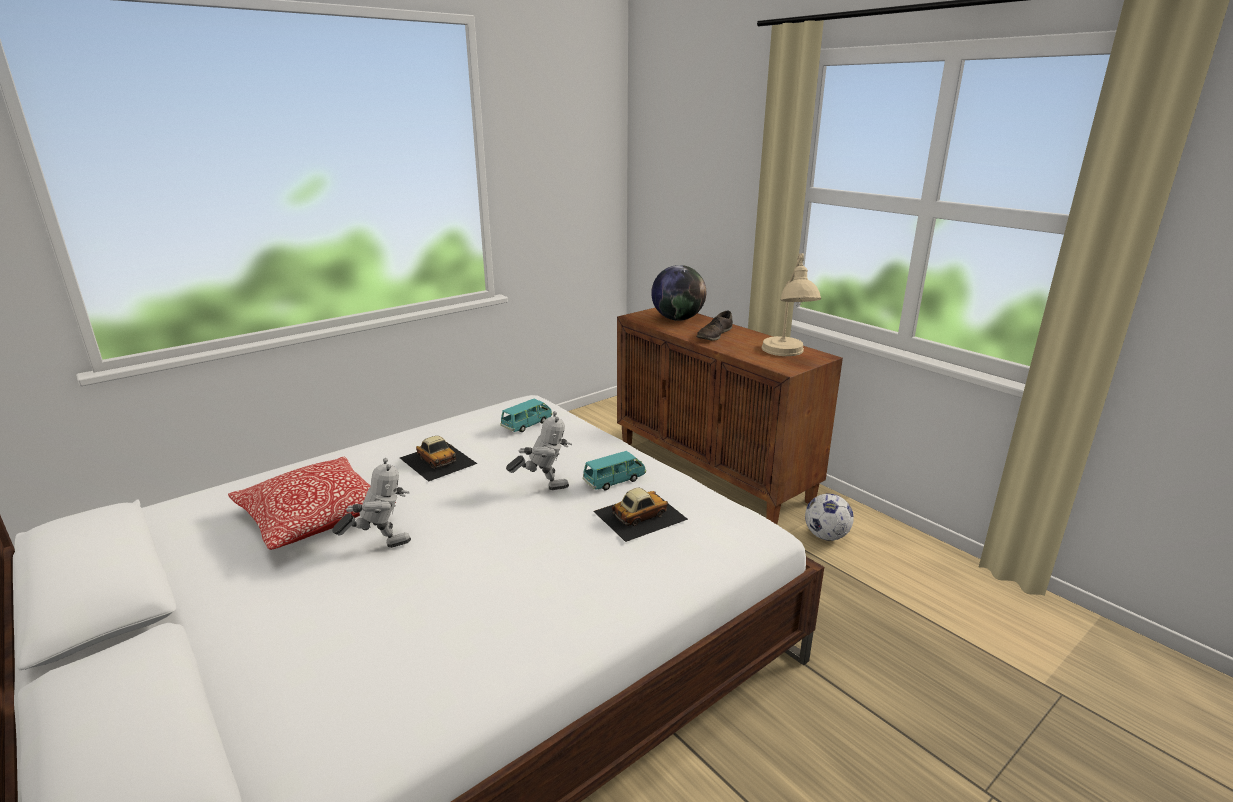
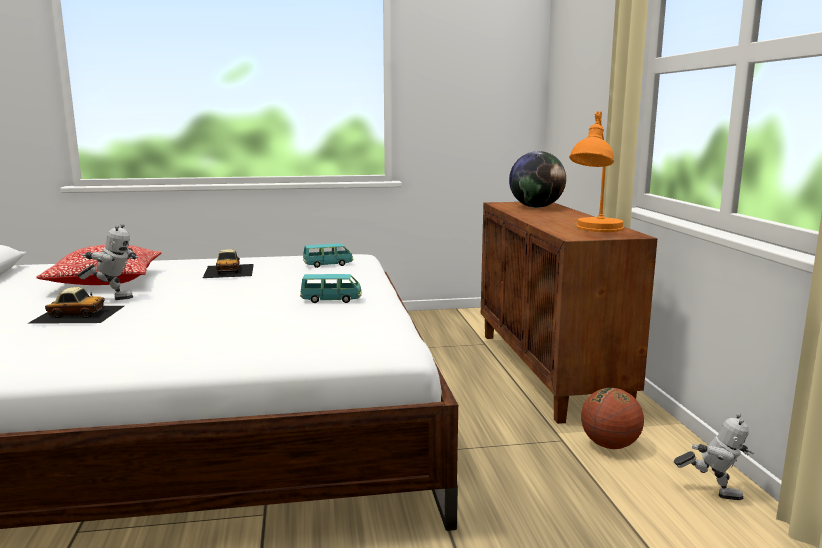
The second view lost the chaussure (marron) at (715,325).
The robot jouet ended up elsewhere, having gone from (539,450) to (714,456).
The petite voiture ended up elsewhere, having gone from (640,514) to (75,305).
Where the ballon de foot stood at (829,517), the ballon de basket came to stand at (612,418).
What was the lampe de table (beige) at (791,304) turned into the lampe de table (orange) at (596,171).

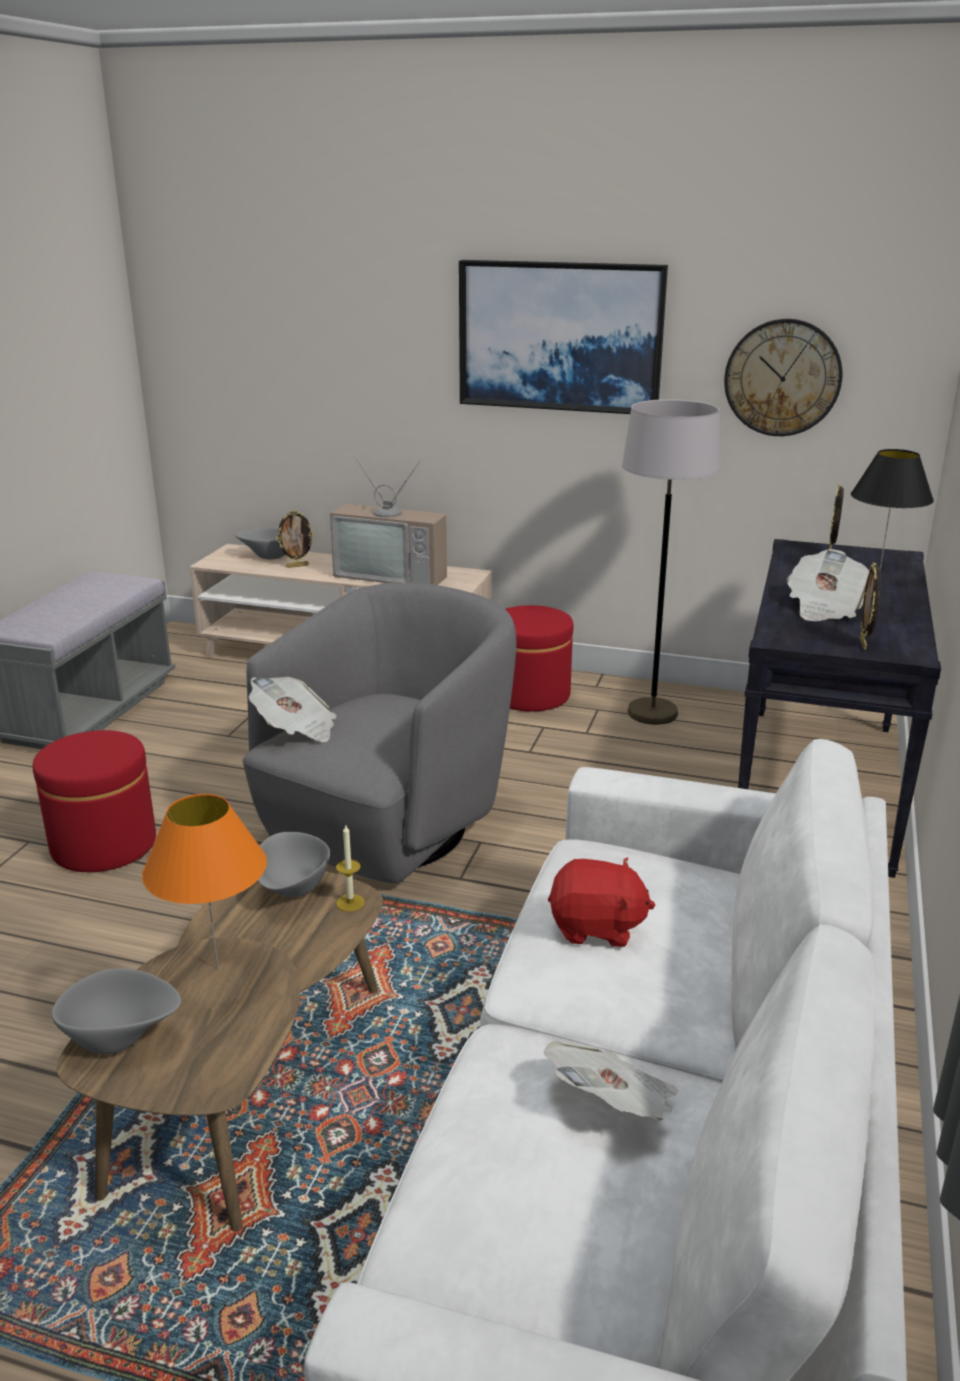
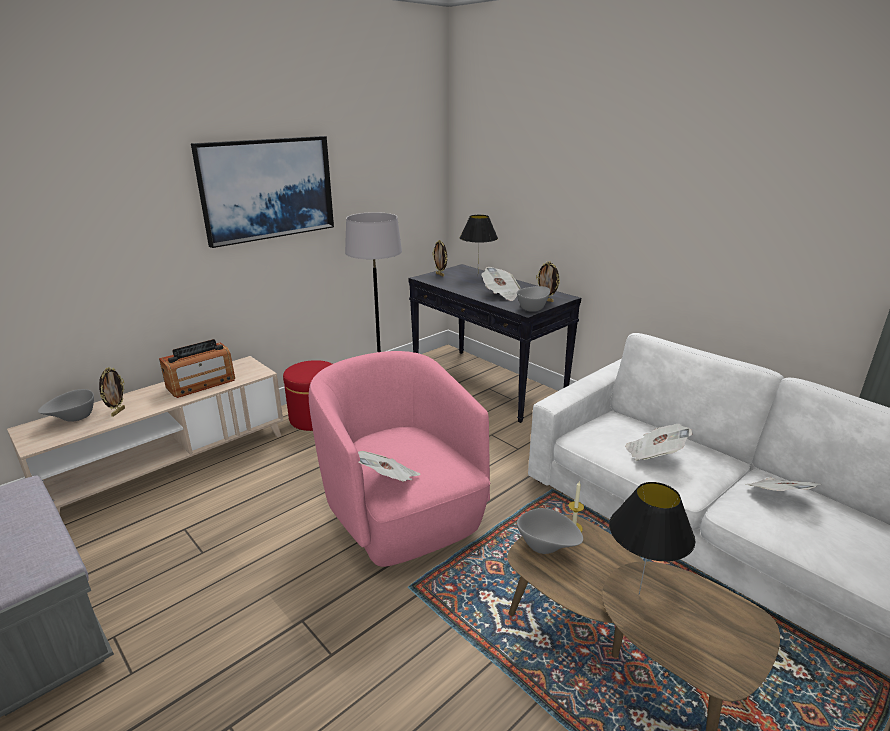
The second view lost the pouf (rouge) at (94,801).
The second view lost the horloge murale at (783,377).
The bol (gris) ended up elsewhere, having gone from (116,1011) to (533,299).
Where the téléviseur stood at (388,520), the radio came to stand at (197,368).
Where the peluche (rouge) stood at (601,902), the journal came to stand at (658,442).
What was the lampe de table (orange) at (204,882) turned into the lampe de table (noir) at (652,538).
What was the fauteuil (gris) at (379,733) turned into the fauteuil (rose) at (399,459).

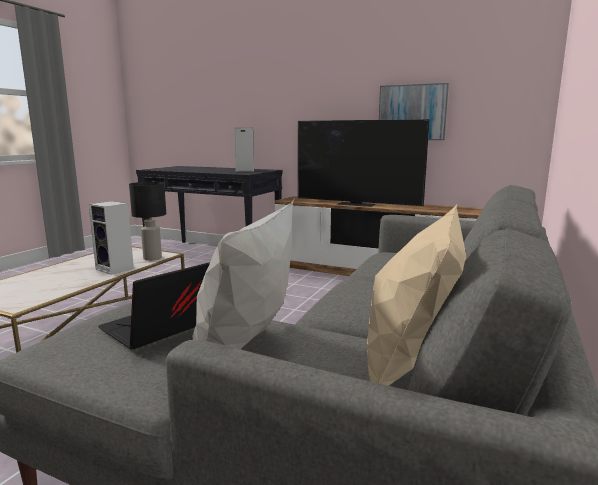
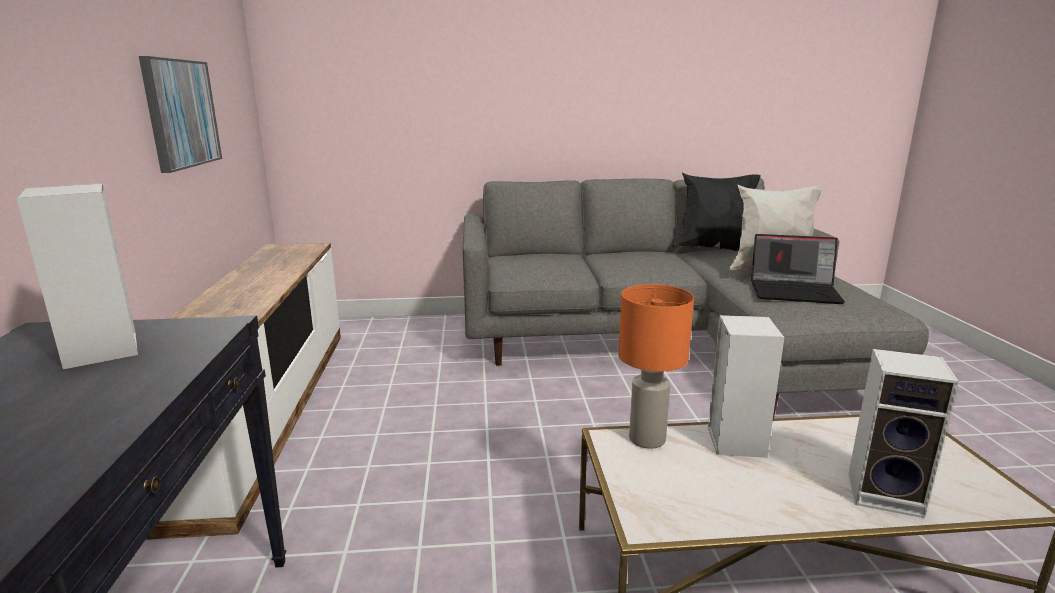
The second view lost the téléviseur at (363,163).
The second view gained the enceinte at (903,433).
What was the lampe de table (noir) at (147,221) turned into the lampe de table (orange) at (656,366).
What was the coussin (beige) at (416,294) turned into the coussin (noir) at (716,212).

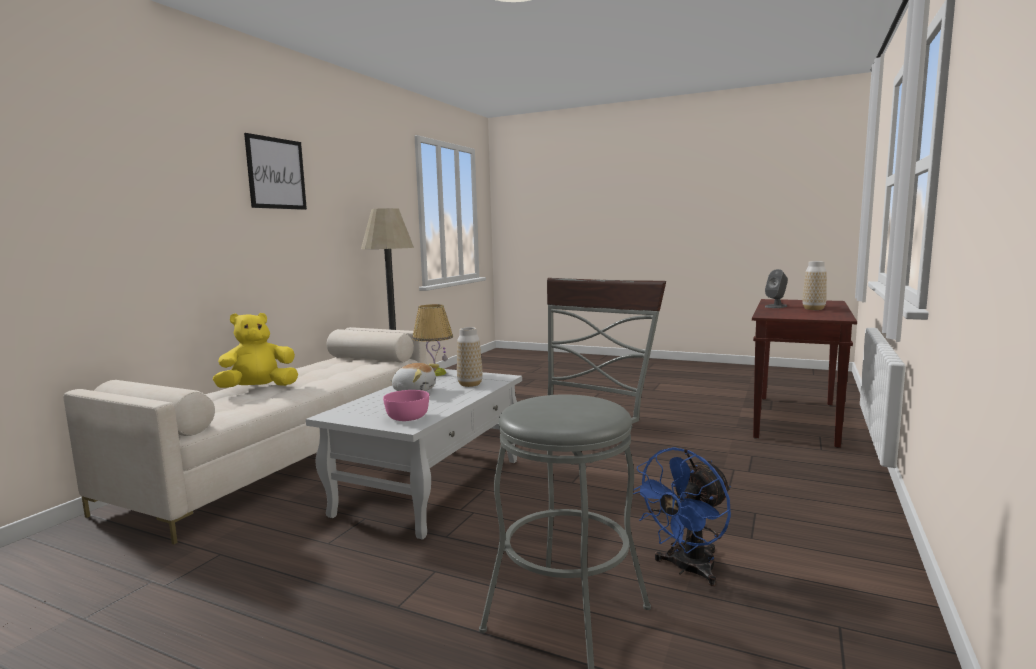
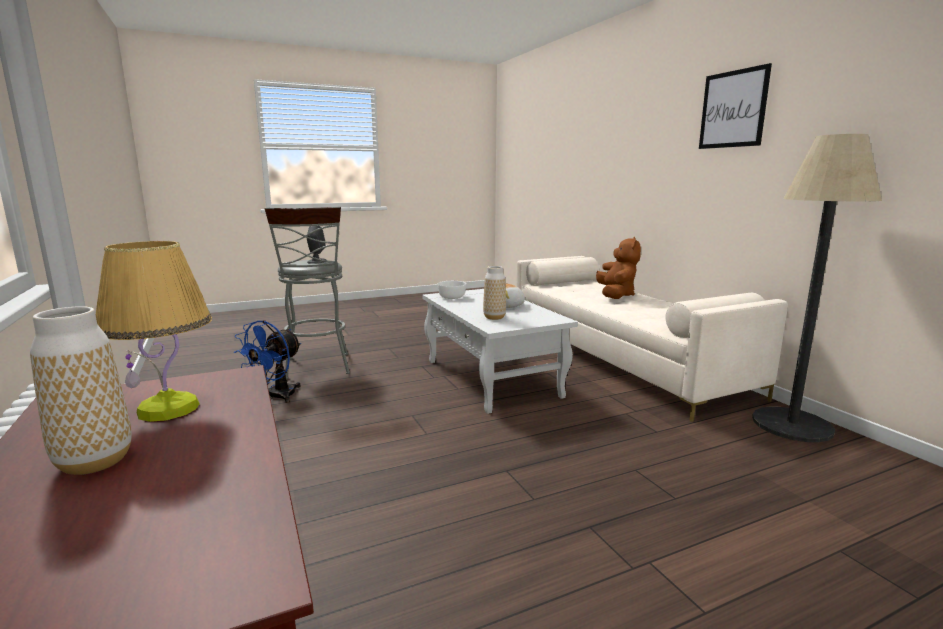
The lampe de table ended up elsewhere, having gone from (432,340) to (154,331).
The enceinte (gris) ended up elsewhere, having gone from (776,288) to (316,245).
What was the peluche (jaune) at (255,350) turned into the peluche (marron) at (618,268).
What was the bol (rose) at (406,405) turned into the bol (blanc) at (452,290).
The ventilateur (bleu) at (682,516) ended up facing another way, 150 degrees counterclockwise from before.

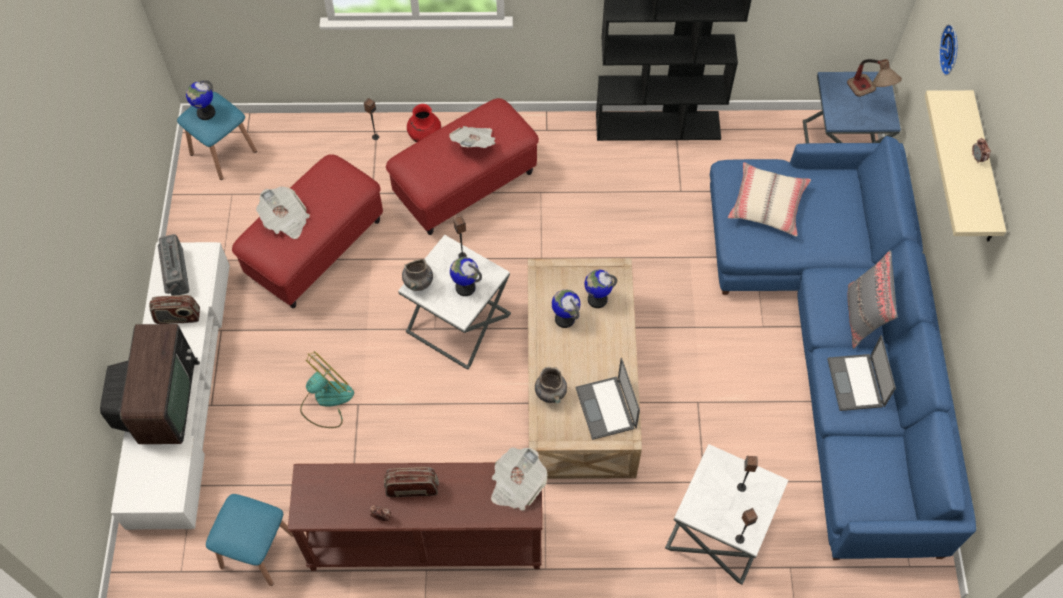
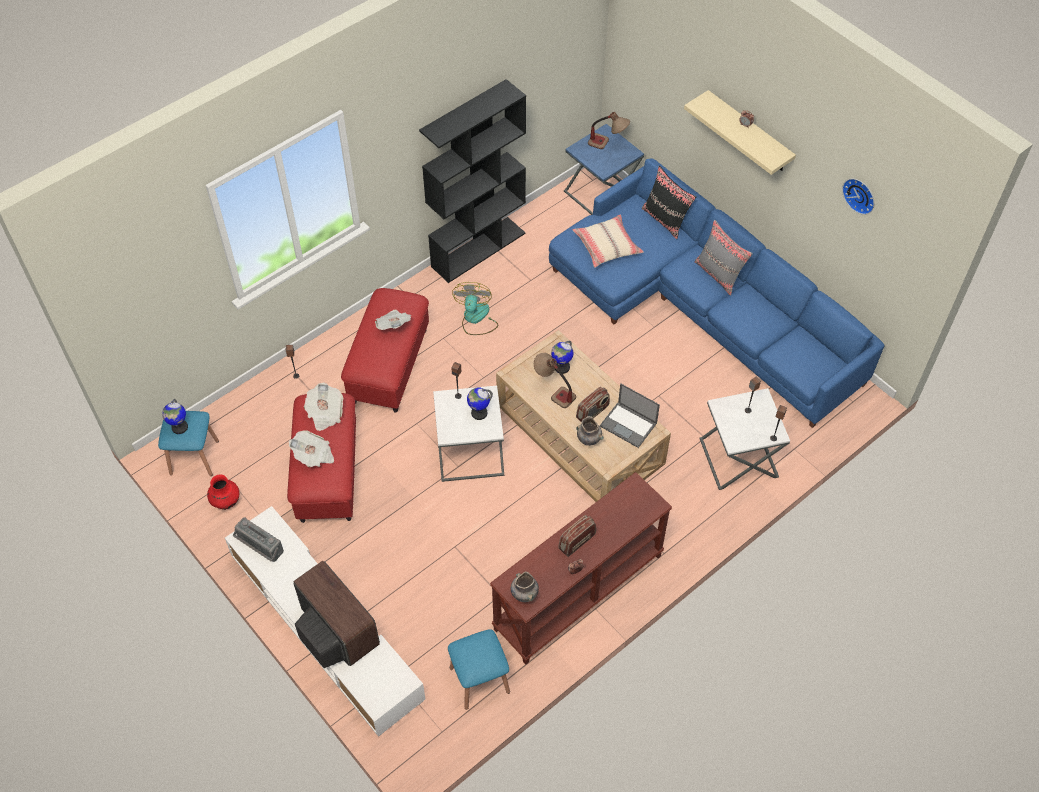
The second view lost the ordinateur portable at (861,373).
The second view gained the coussin (noir) at (669,202).
The radio ended up elsewhere, having gone from (174,309) to (593,404).
The ventilateur ended up elsewhere, having gone from (327,389) to (475,308).
The vase (gris) ended up elsewhere, having gone from (417,275) to (525,586).
The vase (rouge) ended up elsewhere, having gone from (424,123) to (223,492).
The journal ended up elsewhere, having gone from (519,479) to (323,407).
The horloge murale ended up elsewhere, having gone from (948,50) to (858,196).
Where the globe stood at (566,308), the lampe de table came to stand at (555,380).

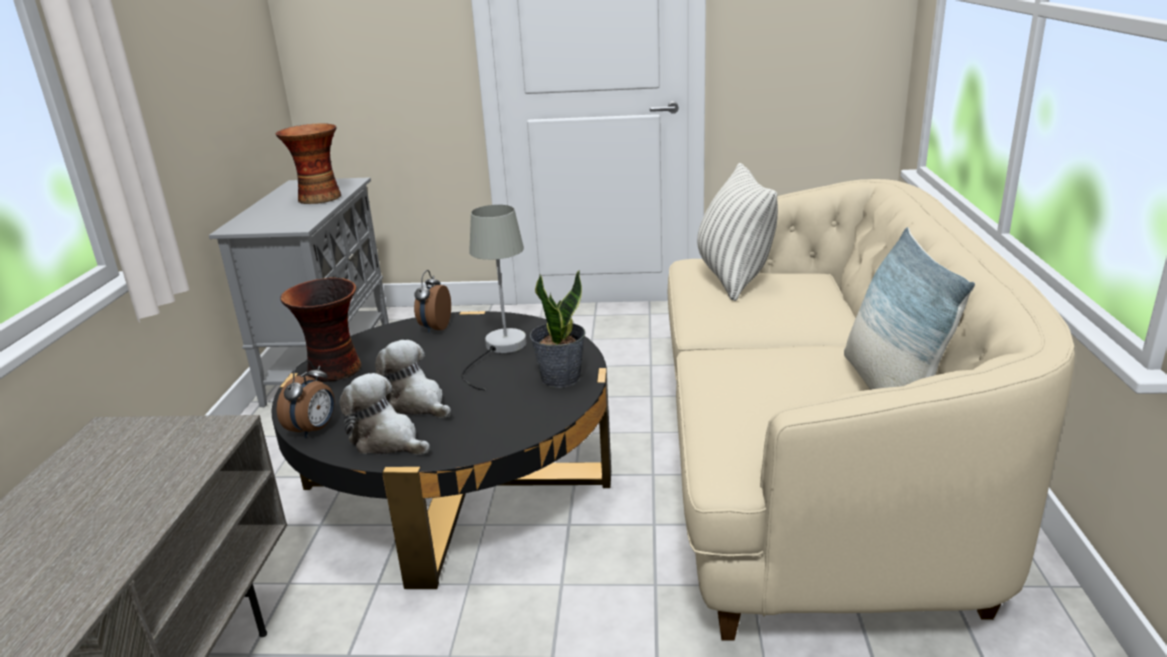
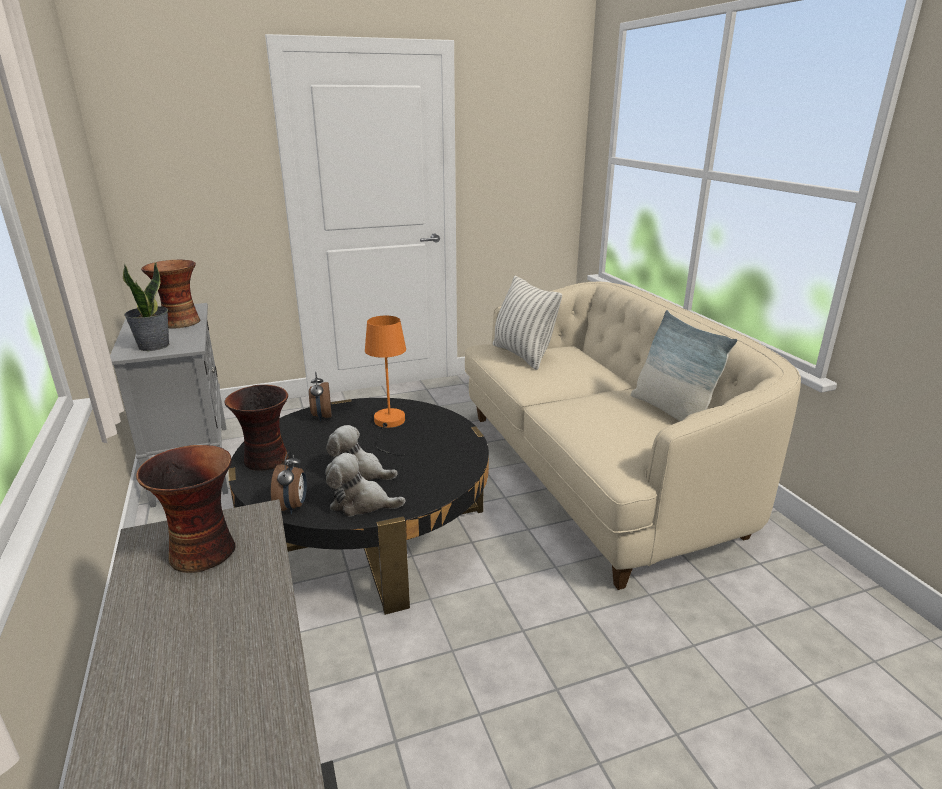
The second view gained the vase at (185,509).
The plante en pot ended up elsewhere, having gone from (557,329) to (146,306).
What was the lampe de table (gris) at (494,298) turned into the lampe de table (orange) at (385,385).

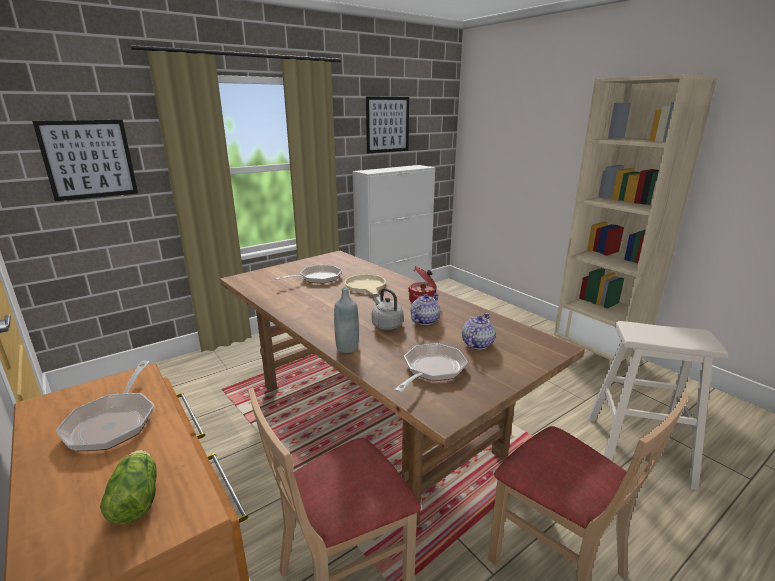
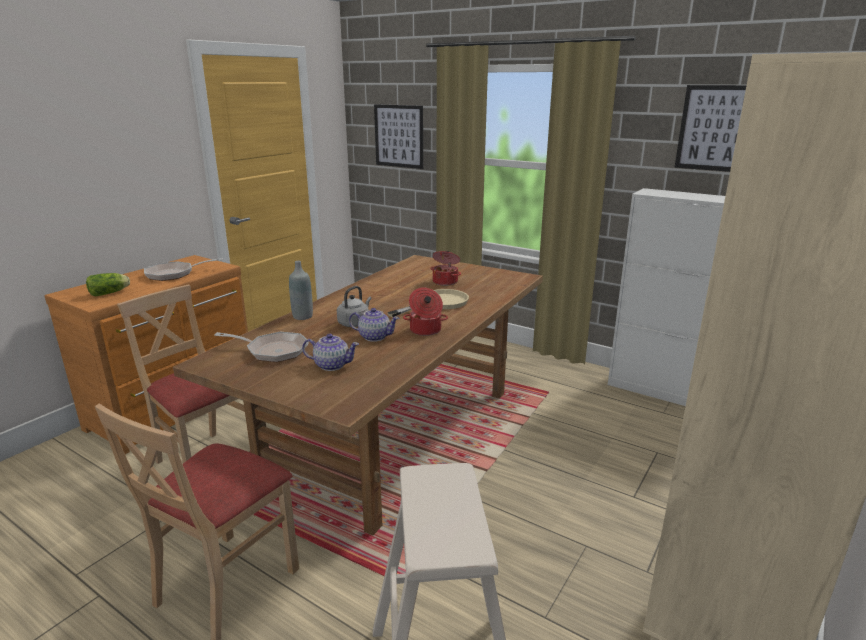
Where the poêle stood at (308,274), the marmite came to stand at (445,268).

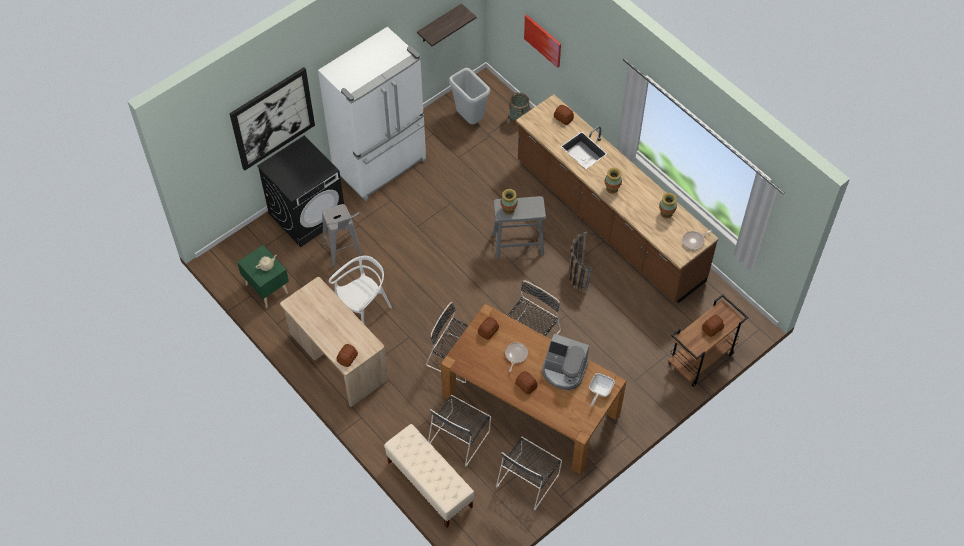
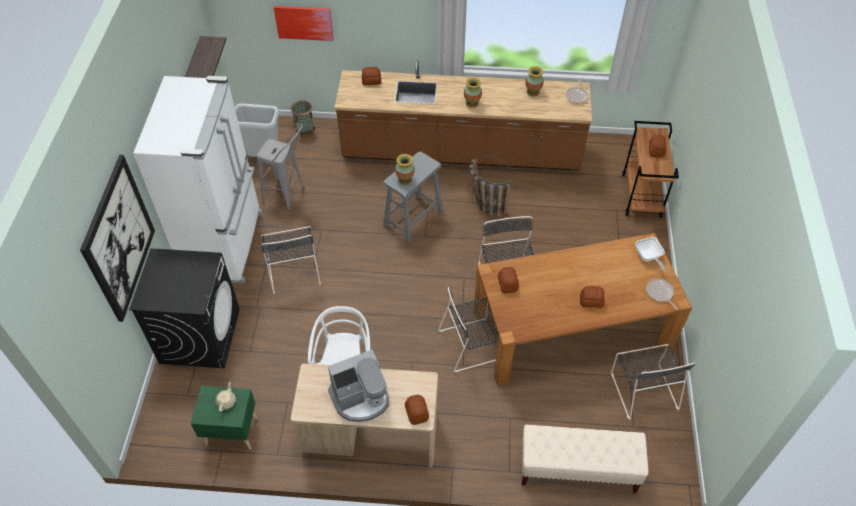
The tabouret (gris) ended up elsewhere, having gone from (342,235) to (281,167).
The chaise (noir) ended up elsewhere, having gone from (459,431) to (291,260).
The poêle ended up elsewhere, having gone from (516,357) to (662,294).
The machine à café ended up elsewhere, having gone from (565,362) to (358,385).

